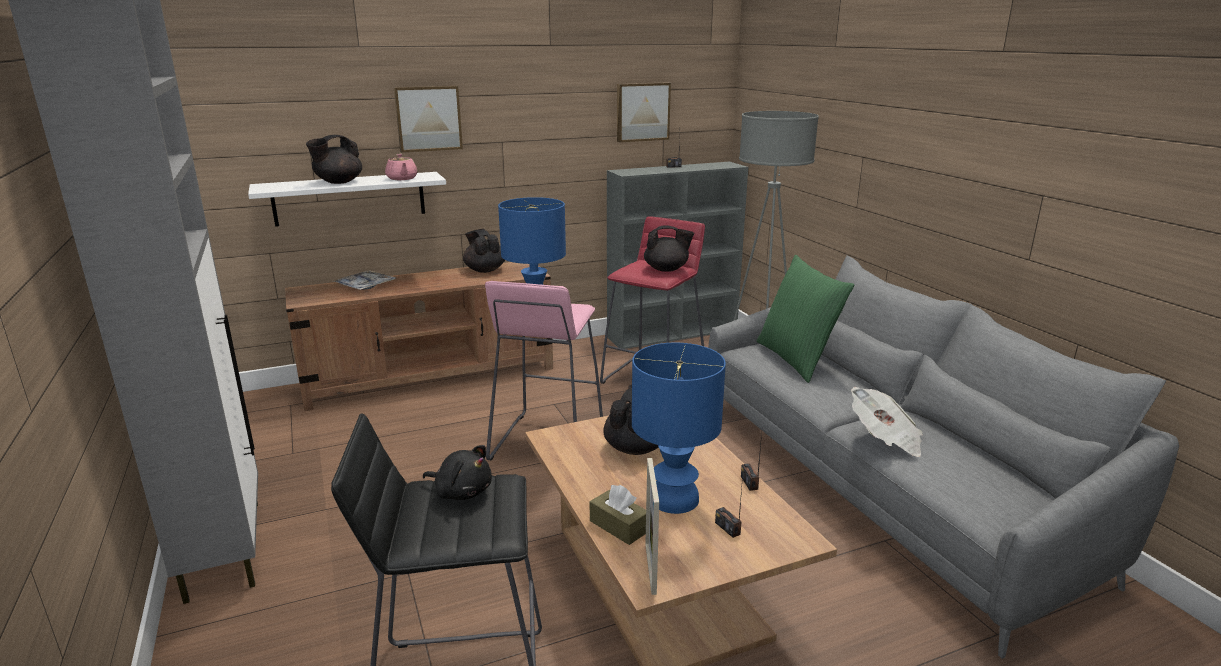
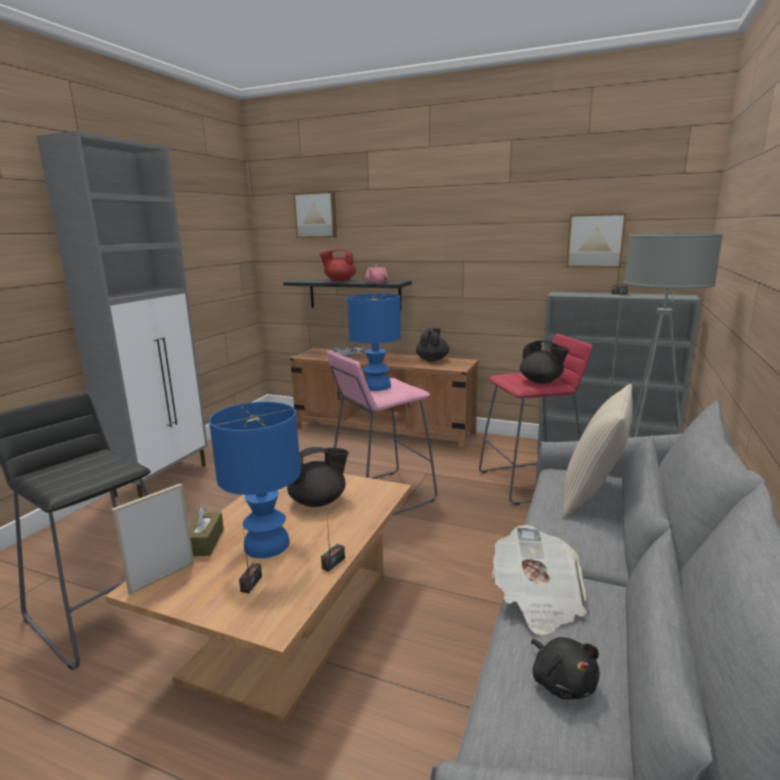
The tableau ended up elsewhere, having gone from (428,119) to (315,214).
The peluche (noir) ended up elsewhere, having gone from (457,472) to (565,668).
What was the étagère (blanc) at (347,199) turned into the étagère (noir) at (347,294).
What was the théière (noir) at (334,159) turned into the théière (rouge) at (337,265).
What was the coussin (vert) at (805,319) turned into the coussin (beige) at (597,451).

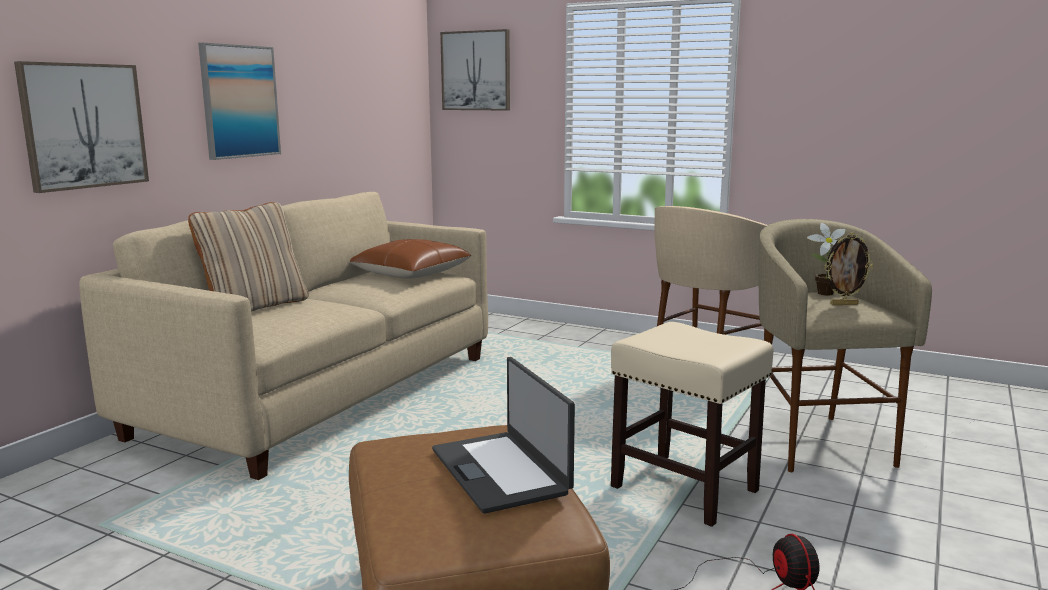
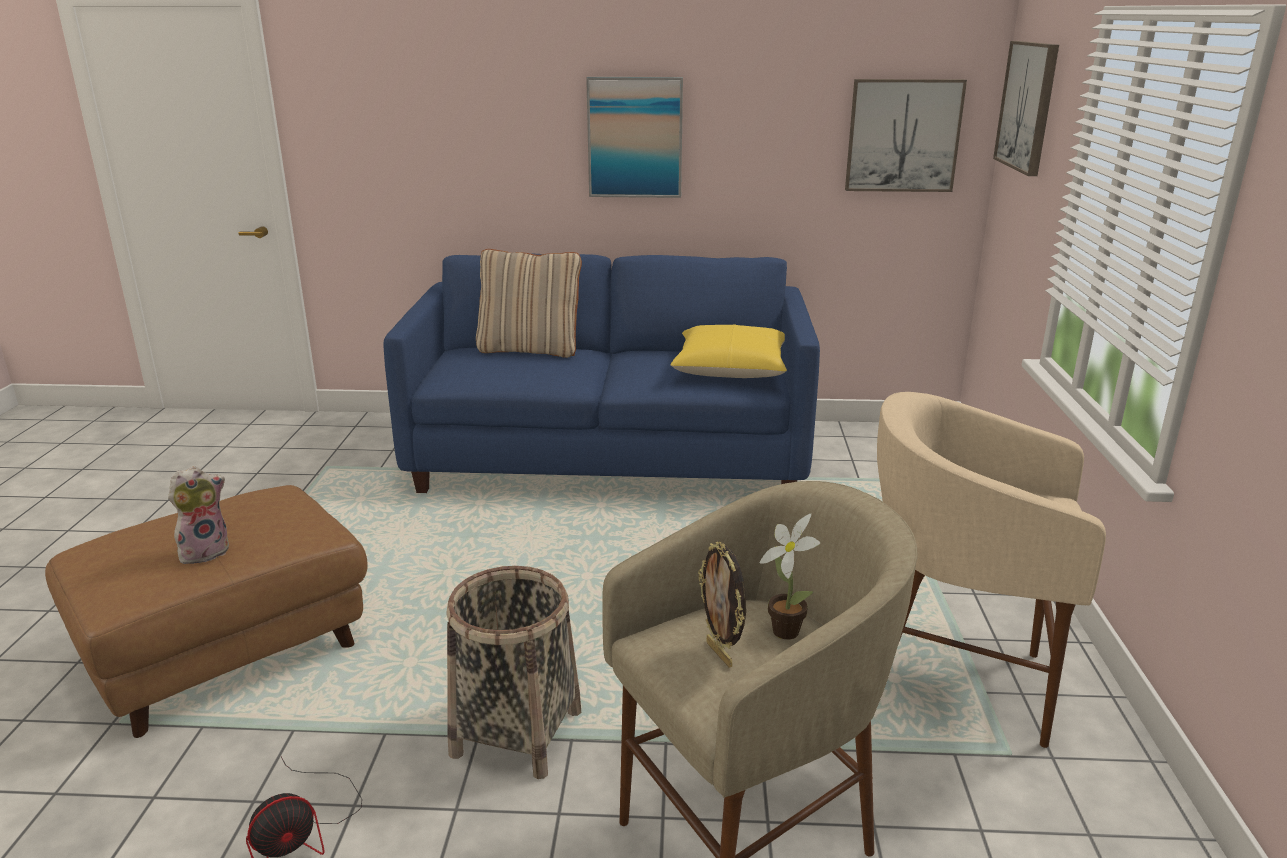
The tableau ended up elsewhere, having gone from (81,127) to (906,135).
Where the ordinateur portable stood at (503,435), the peluche came to stand at (198,515).
Where the tabouret (beige) stood at (692,424), the panier came to stand at (514,672).
What was the canapé (beige) at (283,336) turned into the canapé (bleu) at (601,373).
What was the coussin (marron) at (410,259) turned into the coussin (jaune) at (729,351).

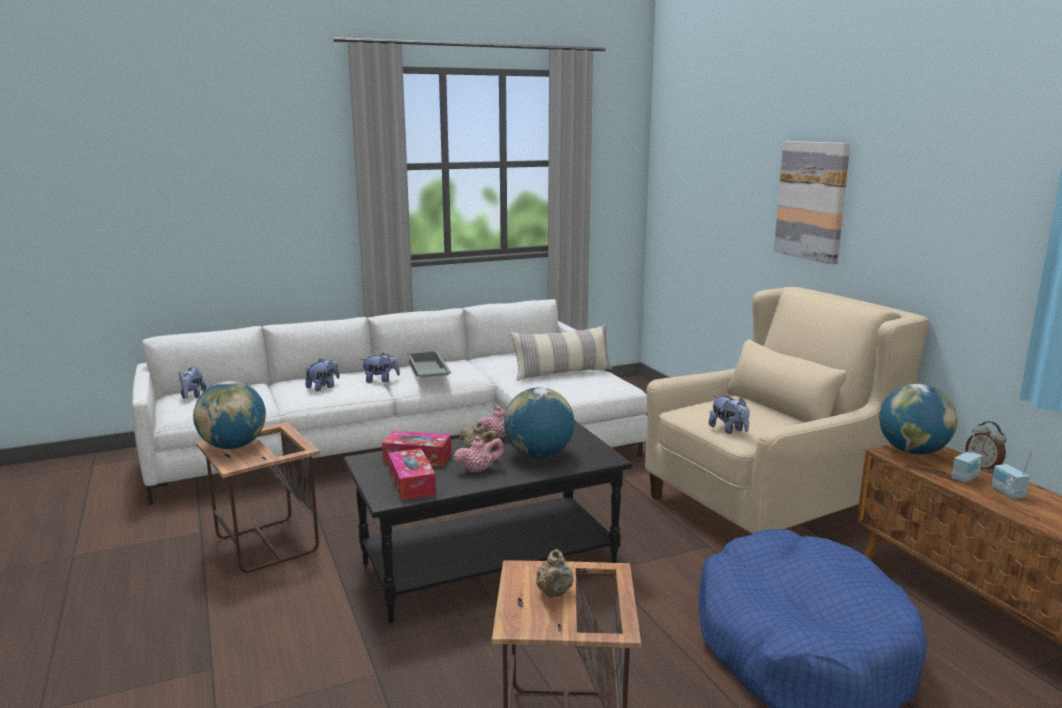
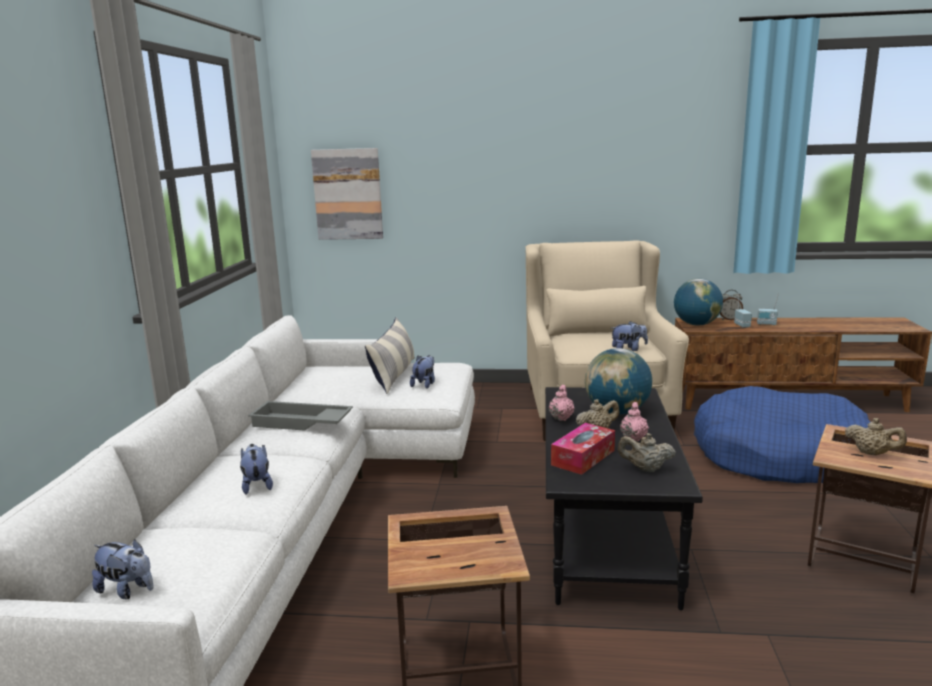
The second view lost the globe at (229,415).
The peluche ended up elsewhere, having gone from (380,368) to (422,372).
The tableau ended up elsewhere, having gone from (812,202) to (347,194).
Where the boîte à mouchoirs stood at (412,474), the théière (beige) came to stand at (647,452).

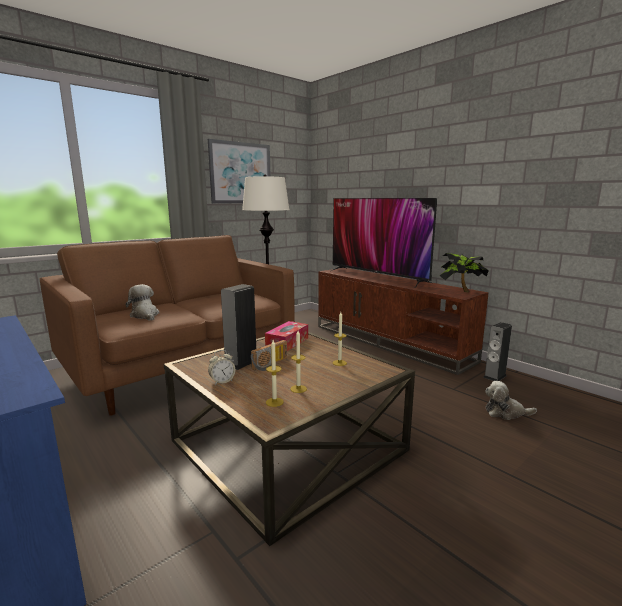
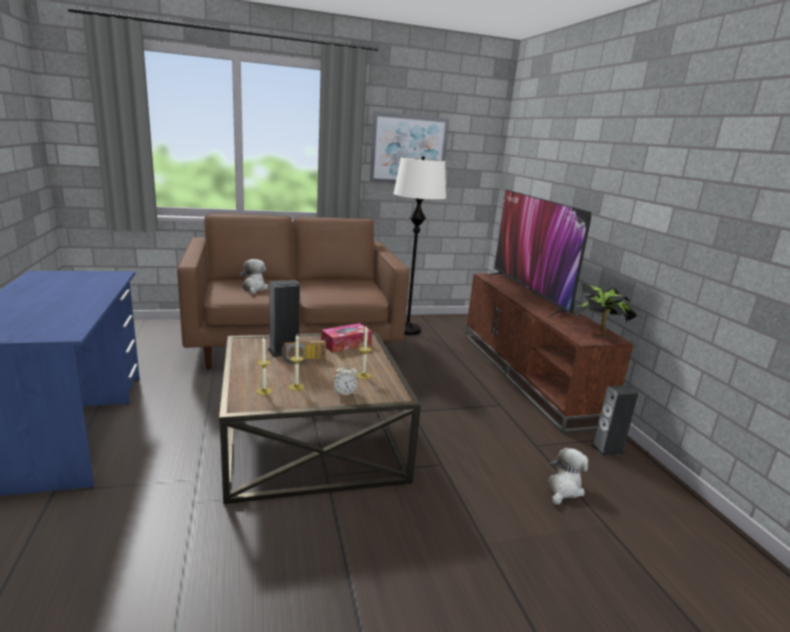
The réveil ended up elsewhere, having gone from (221,367) to (346,379).
The peluche at (511,400) ended up facing another way, 90 degrees clockwise from before.

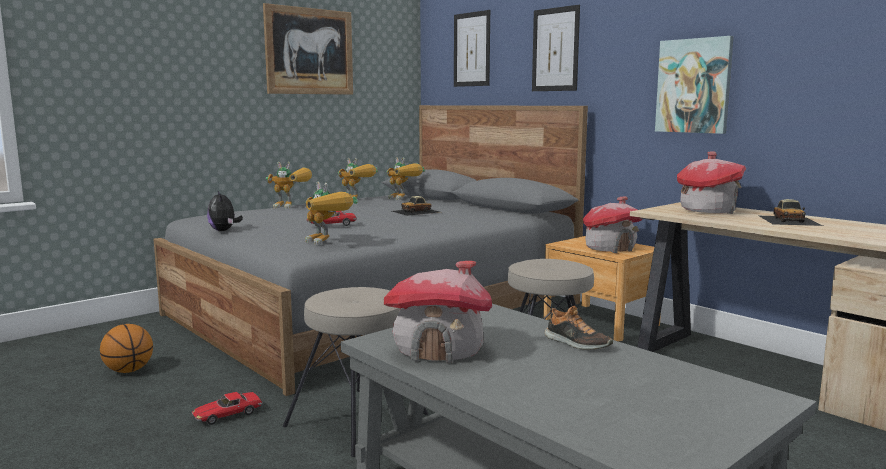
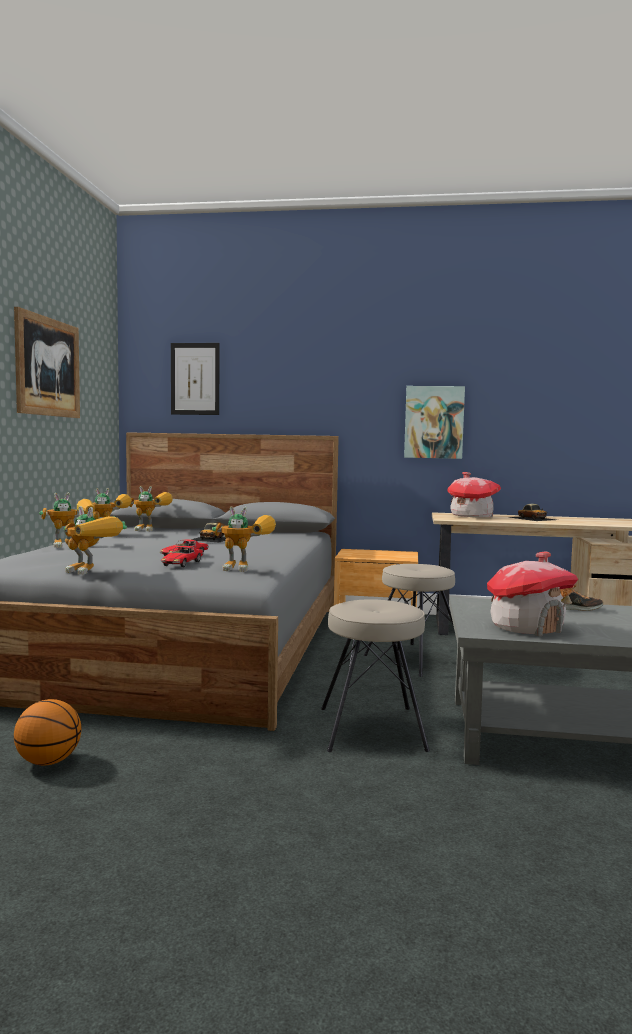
The second view lost the tableau at (556,48).
The second view lost the maison miniature at (612,224).
The petite voiture ended up elsewhere, having gone from (227,408) to (182,556).
Where the peluche stood at (225,211), the robot jouet came to stand at (95,540).

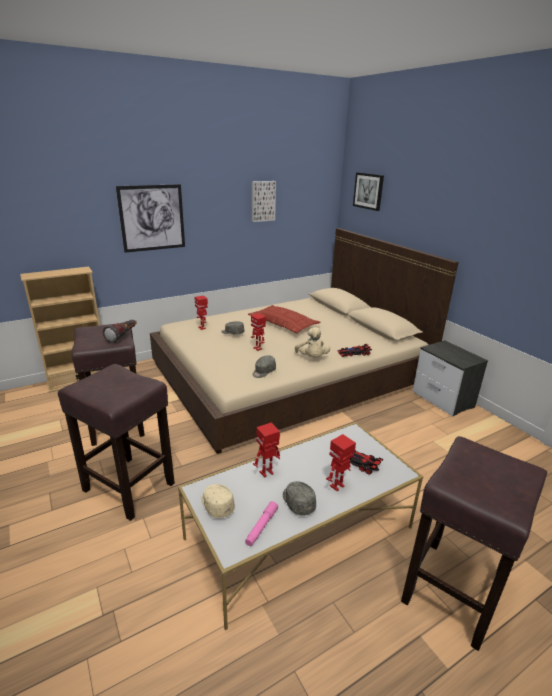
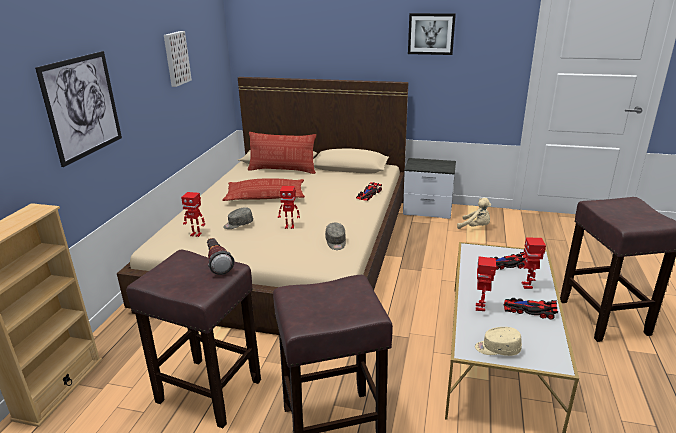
The second view lost the lampe de poche (rose) at (261,523).
The second view gained the coussin at (282,153).
The peluche (beige) ended up elsewhere, having gone from (312,342) to (474,213).
The tableau ended up elsewhere, having gone from (368,192) to (432,34).
Where the casquette (gris) stood at (299,498), the petite voiture came to stand at (530,308).

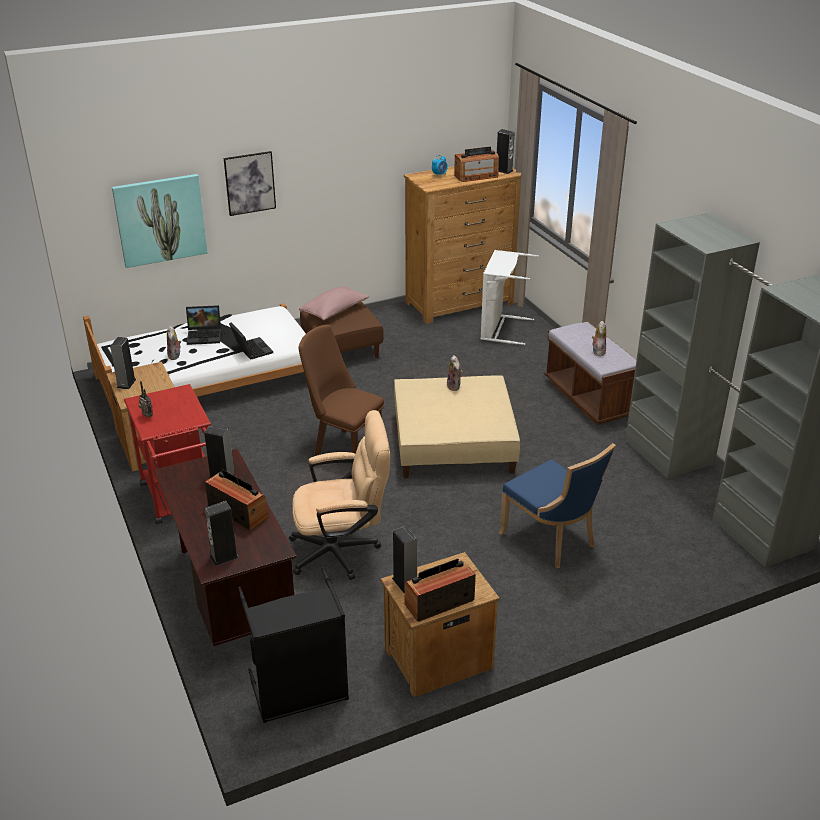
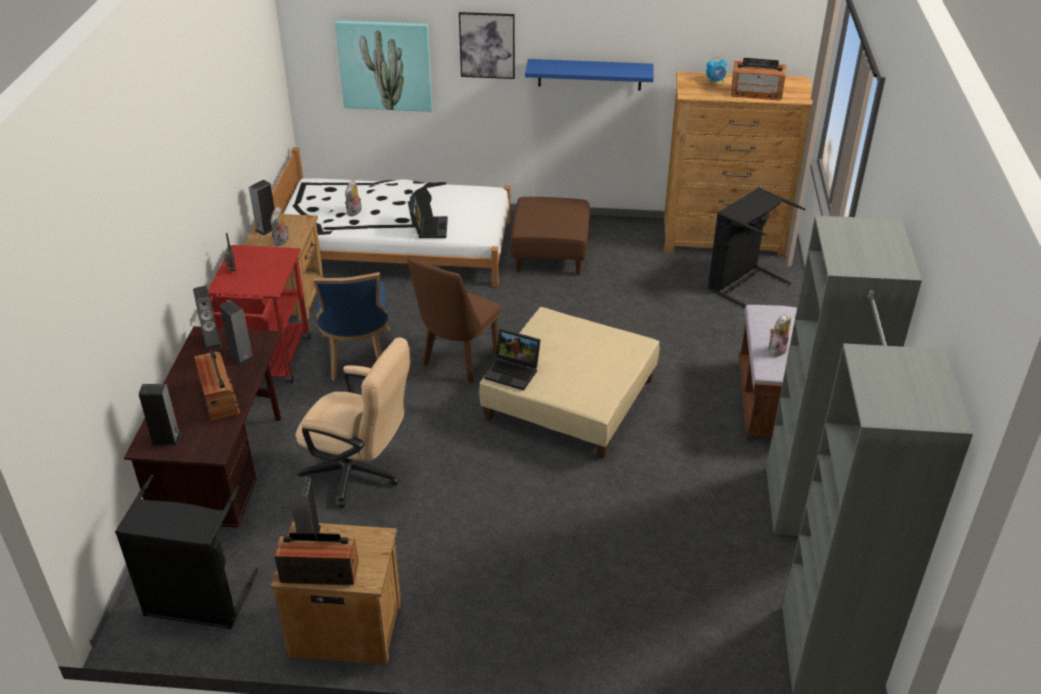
The second view lost the coussin (rose) at (334,303).
The second view gained the étagère (bleu) at (589,75).
The ordinateur portable ended up elsewhere, having gone from (203,325) to (512,360).
The peluche ended up elsewhere, having gone from (455,373) to (279,226).
The enceinte ended up elsewhere, having gone from (505,151) to (207,318).
The chaise (bleu) ended up elsewhere, having gone from (557,505) to (351,326).
What was the panier à linge (blanc) at (510,297) turned into the panier à linge (noir) at (756,247).
The chaise (marron) at (341,394) ended up facing another way, 120 degrees counterclockwise from before.

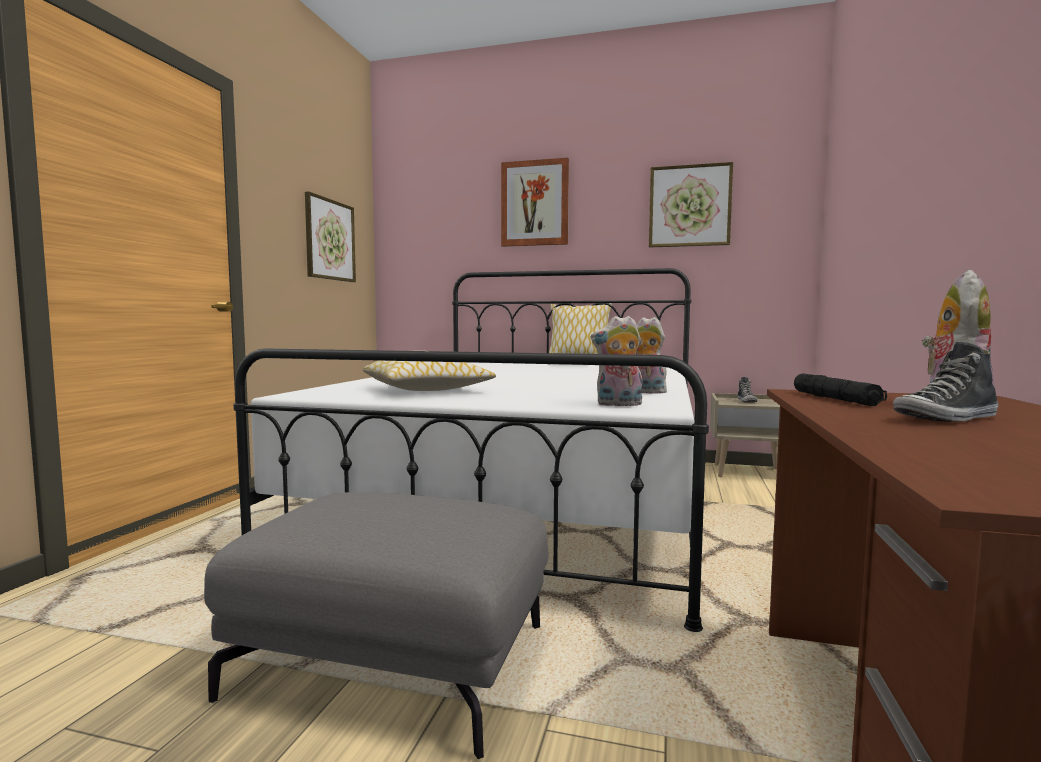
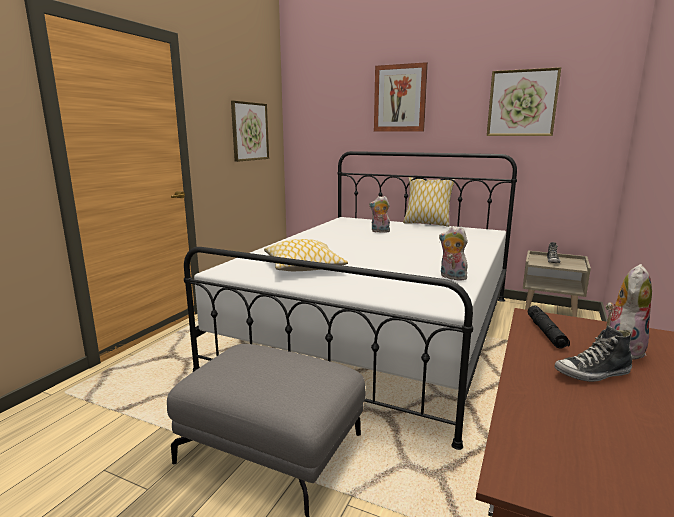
The peluche ended up elsewhere, having gone from (616,361) to (379,214).

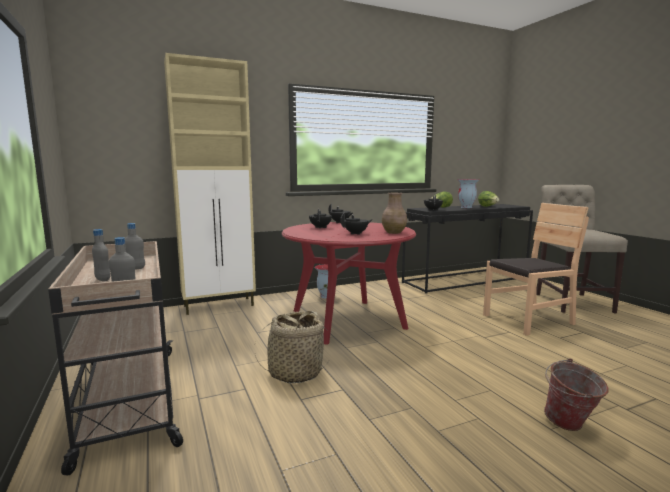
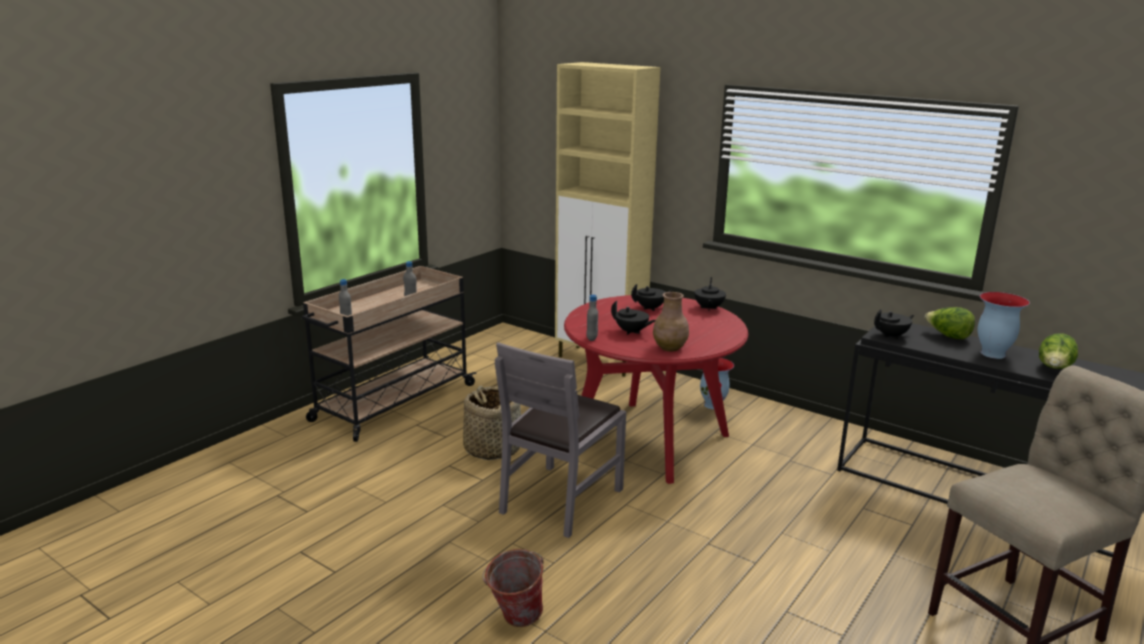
The second view lost the chaise (marron) at (536,269).
The second view gained the chaise (gris) at (560,440).
The bouteille (gris) ended up elsewhere, having gone from (101,255) to (592,318).

